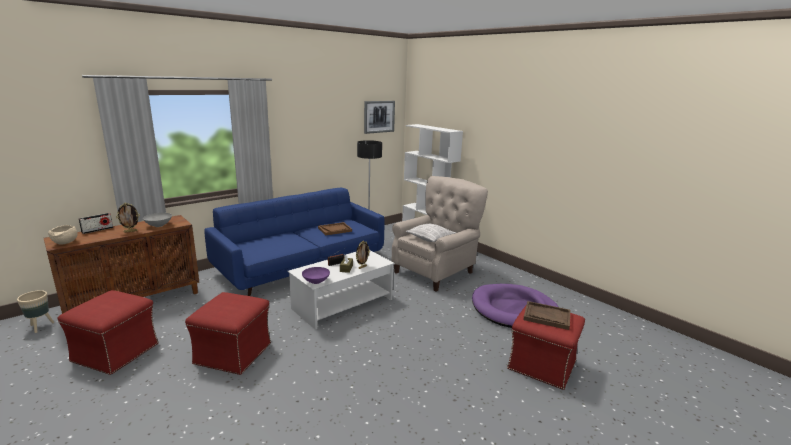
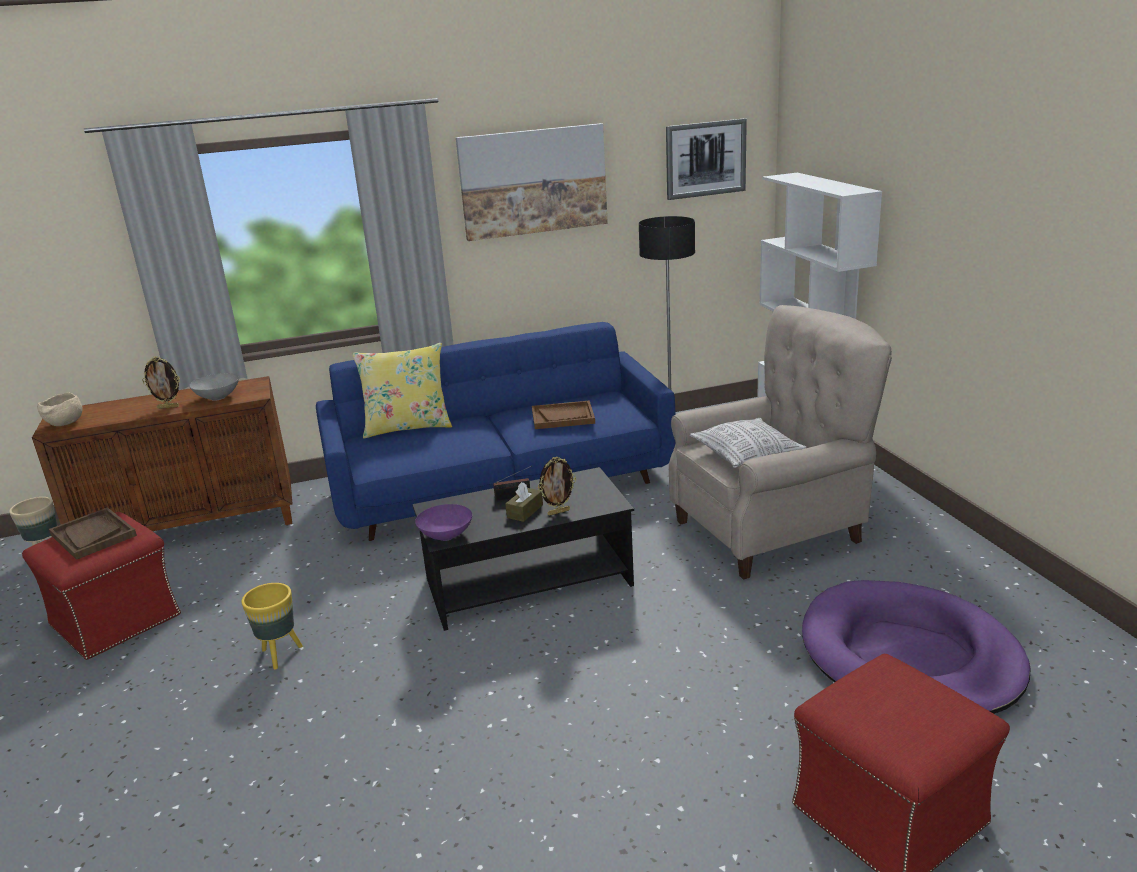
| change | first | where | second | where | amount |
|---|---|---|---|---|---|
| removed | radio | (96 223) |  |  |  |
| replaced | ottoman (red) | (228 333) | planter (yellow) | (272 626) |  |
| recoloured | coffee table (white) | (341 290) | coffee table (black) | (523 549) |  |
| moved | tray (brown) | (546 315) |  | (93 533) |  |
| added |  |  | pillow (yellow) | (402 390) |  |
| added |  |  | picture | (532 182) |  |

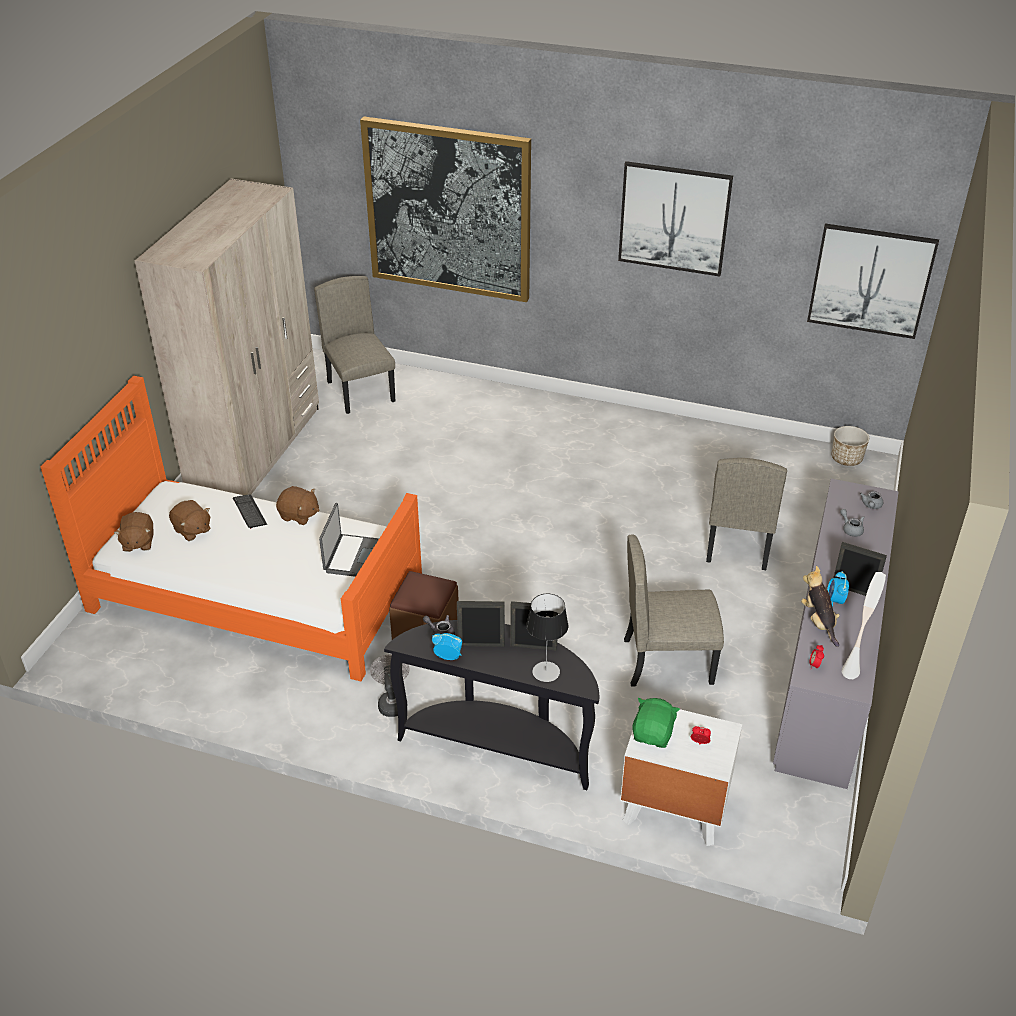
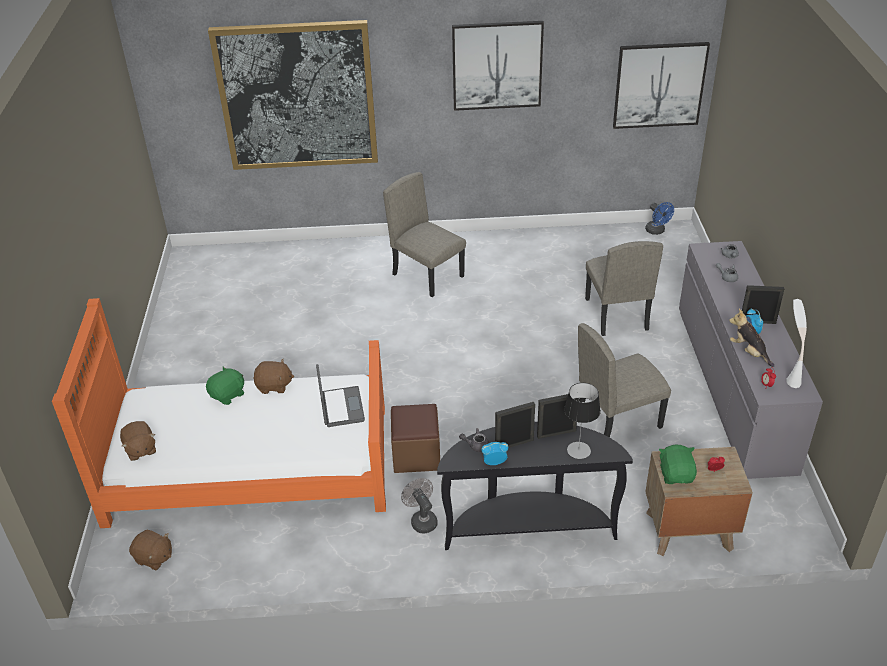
| change | first | where | second | where | amount |
|---|---|---|---|---|---|
| removed | wardrobe (beige) | (226 337) |  |  |  |
| moved | plush toy (brown) | (190 520) |  | (150 550) |  |
| replaced | keyboard | (250 511) | plush toy (green) | (225 385) |  |
| moved | chair (beige) | (354 345) |  | (424 234) |  |
| recoloured | nightstand (white) | (681 777) | nightstand (brown) | (699 501) |  |
| replaced | planter | (850 446) | fan (blue) | (659 218) |  |

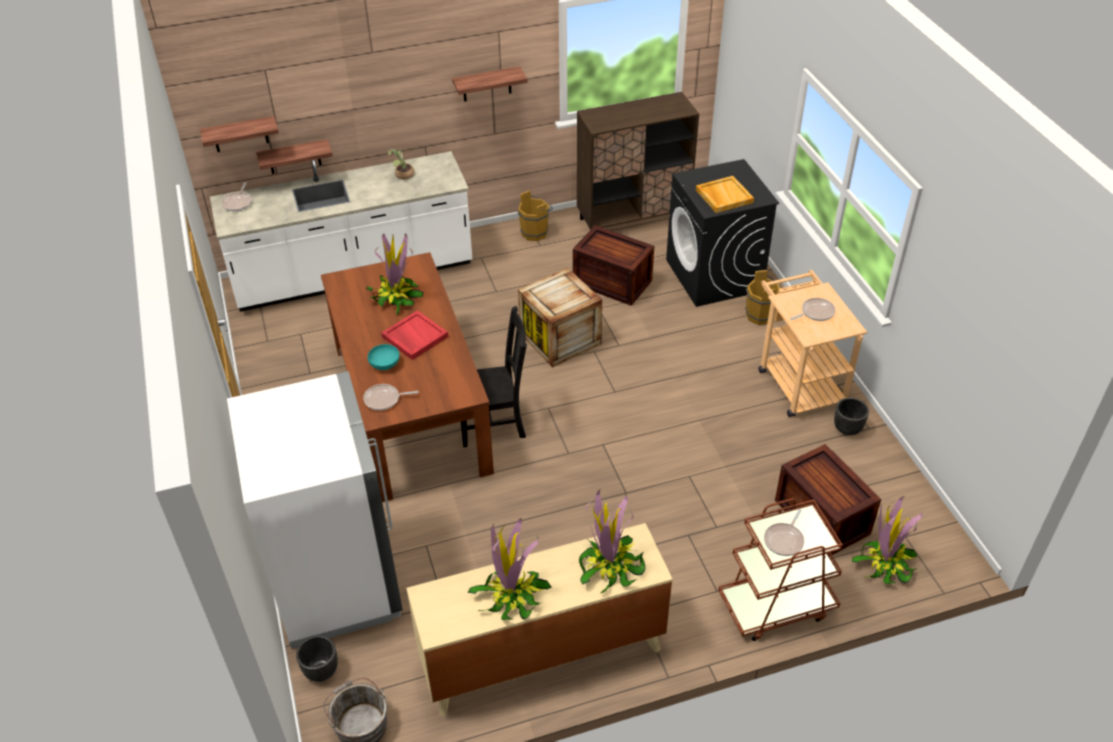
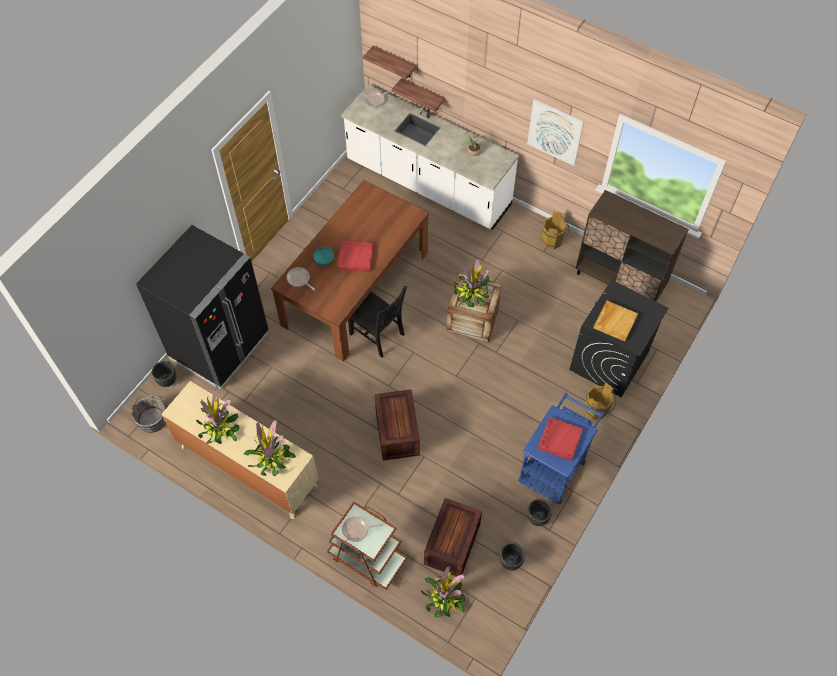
| change | first | where | second | where | amount |
|---|---|---|---|---|---|
| recoloured | fridge (white) | (315 510) | fridge (black) | (202 307) |  |
| moved | potted plant | (395 274) |  | (471 283) |  |
| replaced | shelf | (490 84) | picture | (555 132) |  |
| moved | crate | (613 265) |  | (397 425) |  |
| recoloured | cart (beige) | (812 343) | cart (blue) | (561 448) |  |
| replaced | frying pan | (813 309) | tray (red) | (560 439) |  |
| added |  |  | planter (black) | (512 556) |  |

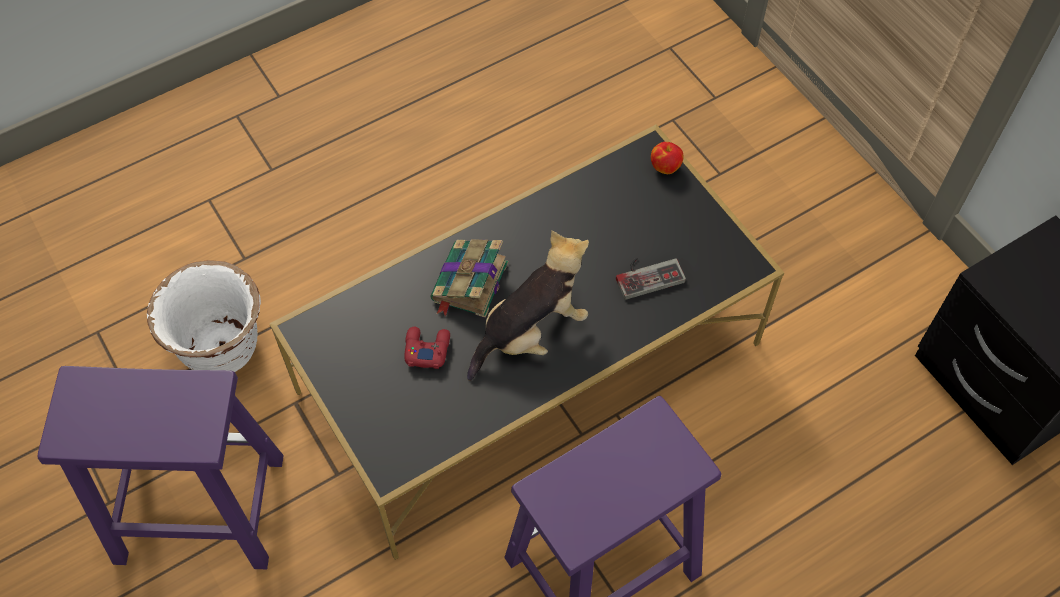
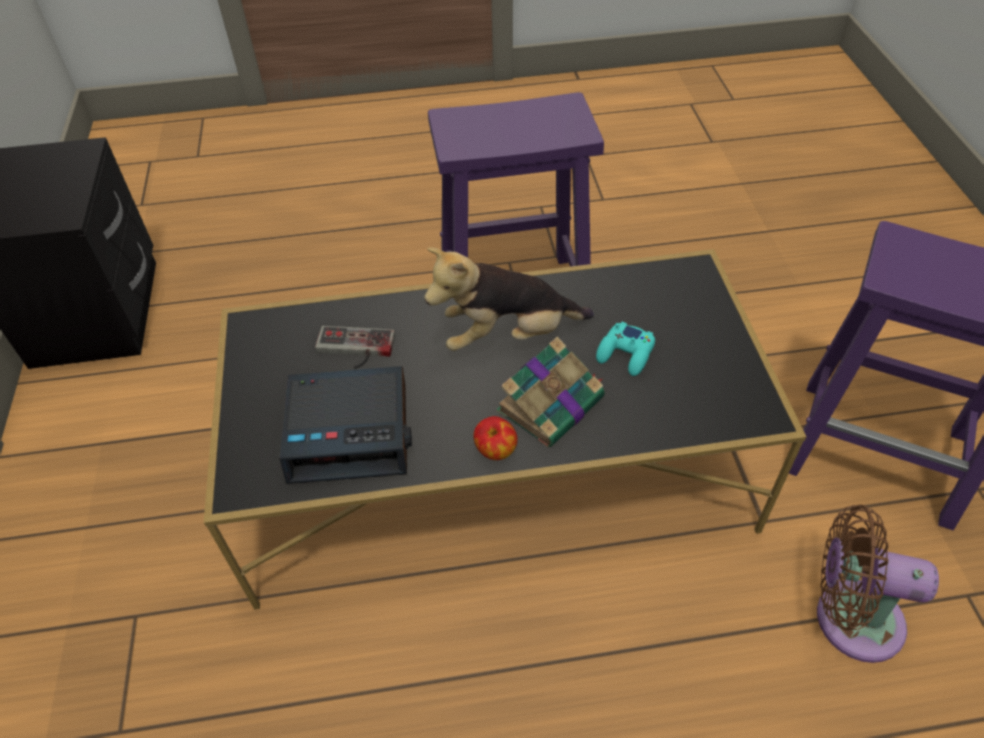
| change | first | where | second | where | amount |
|---|---|---|---|---|---|
| replaced | planter (white) | (204 316) | fan (brown) | (878 584) |  |
| recoloured | game controller (red) | (427 348) | game controller (turquoise) | (625 349) |  |
| moved | apple | (667 158) |  | (495 438) |  |
| added |  |  | alarm clock | (345 425) |  |

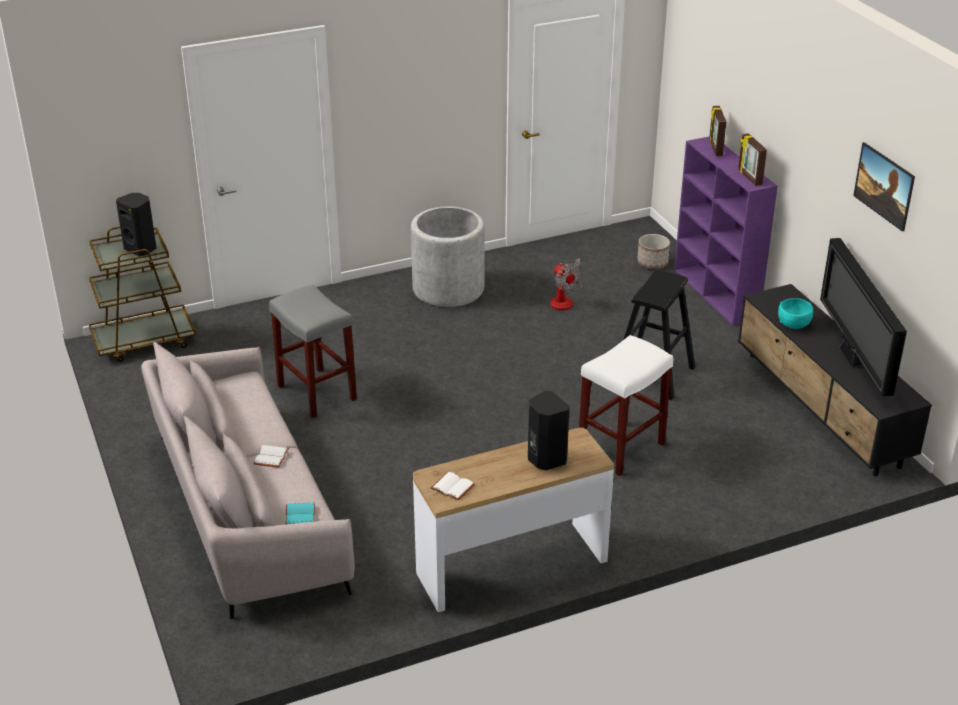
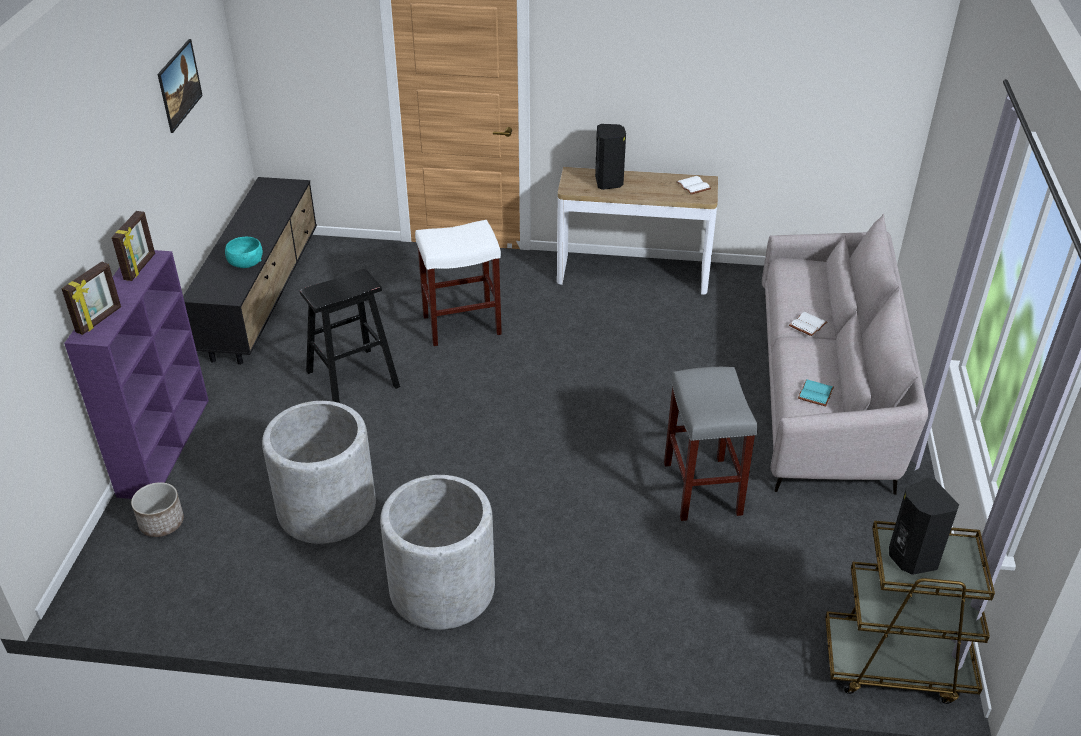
| change | first | where | second | where | amount |
|---|---|---|---|---|---|
| moved | book (turquoise) | (300 514) |  | (816 392) |  |
| replaced | fan | (566 284) | planter (grey) | (319 472) |  |
| removed | television | (863 317) |  |  |  |

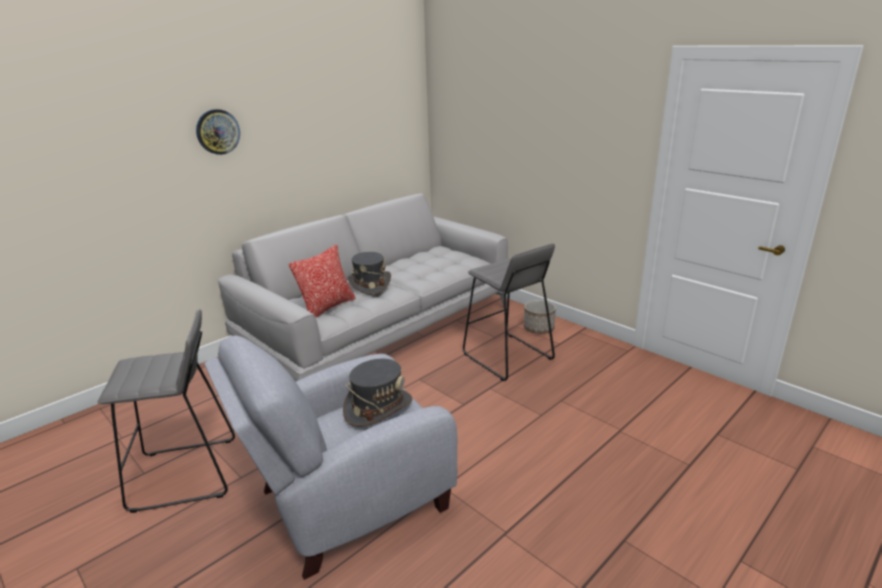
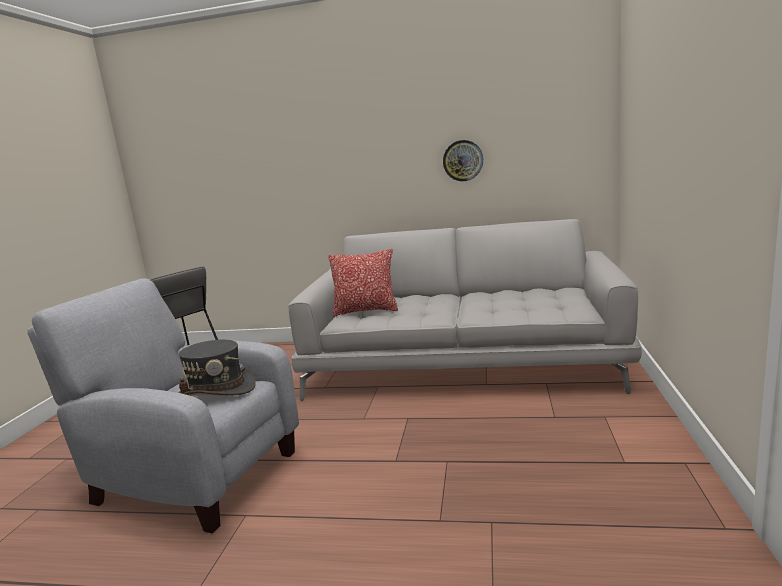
| change | first | where | second | where | amount |
|---|---|---|---|---|---|
| moved | wall clock | (218 132) |  | (463 160) |  |
| removed | hat (grey) | (369 273) |  |  |  |
| removed | stool (grey) | (509 312) |  |  |  |
| removed | planter | (540 317) |  |  |  |

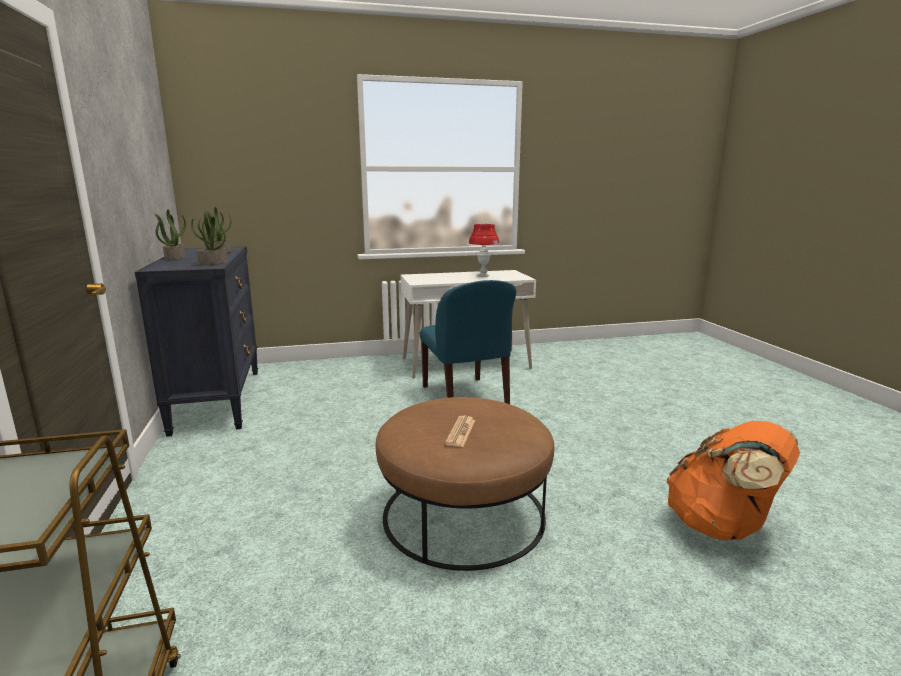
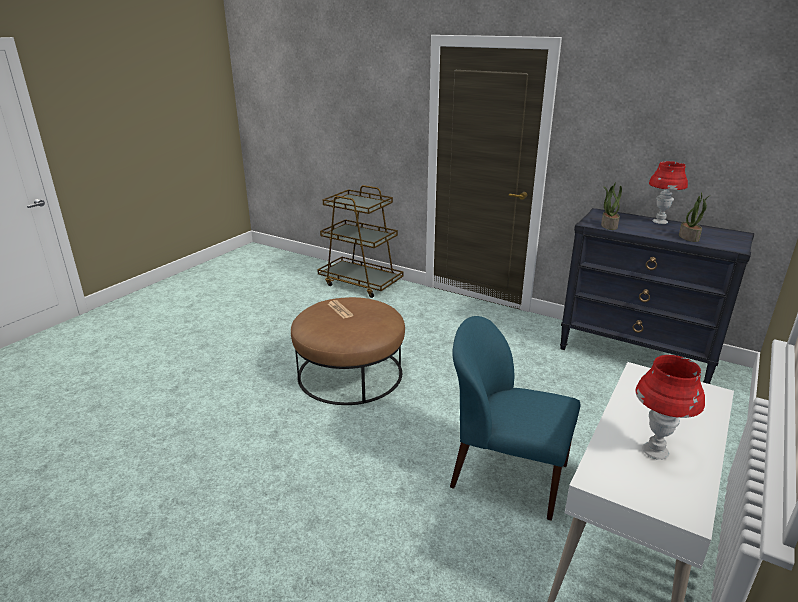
| change | first | where | second | where | amount |
|---|---|---|---|---|---|
| replaced | potted plant | (170 234) | table lamp (red) | (668 192) |  |
| removed | backpack (orange) | (733 481) |  |  |  |

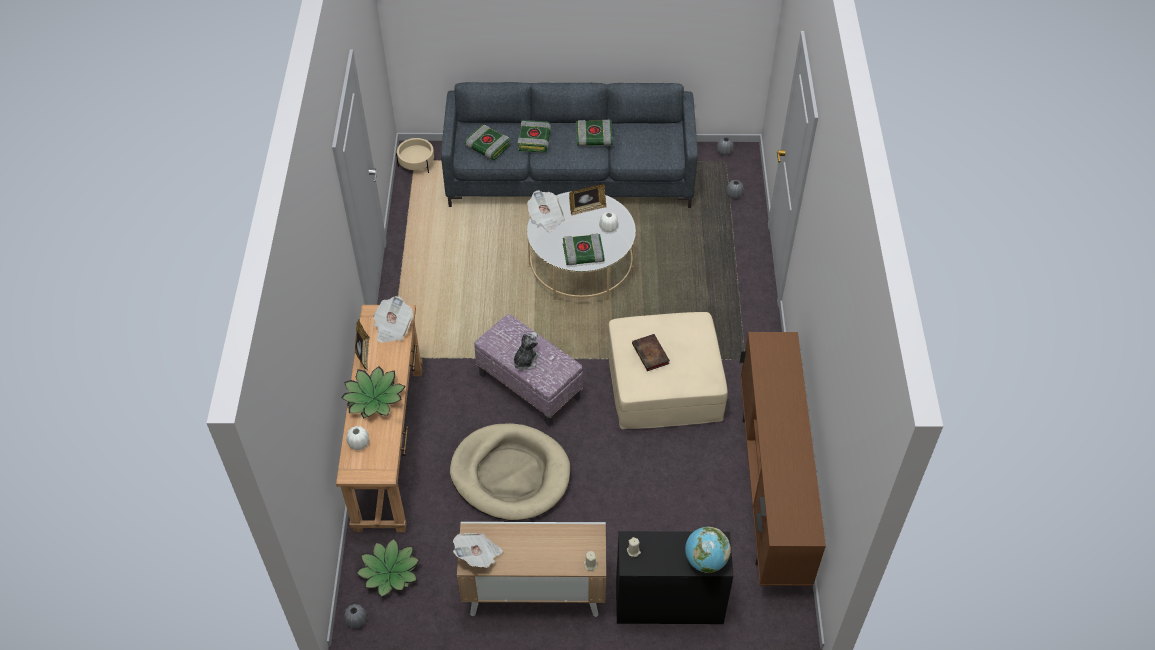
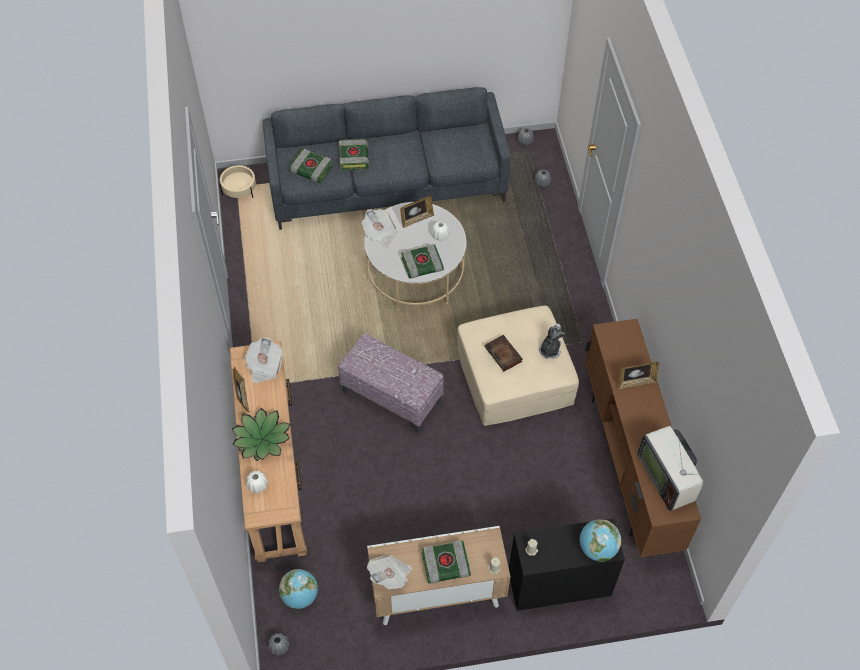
| change | first | where | second | where | amount |
|---|---|---|---|---|---|
| replaced | potted plant | (388 567) | globe | (298 589) |  |
| removed | dog bed (beige) | (510 471) |  |  |  |
| moved | plush toy | (526 351) |  | (552 341) |  |
| moved | book | (594 133) |  | (446 562) |  |
| added |  |  | picture frame | (638 375) |  |
| added |  |  | television | (670 468) |  |

